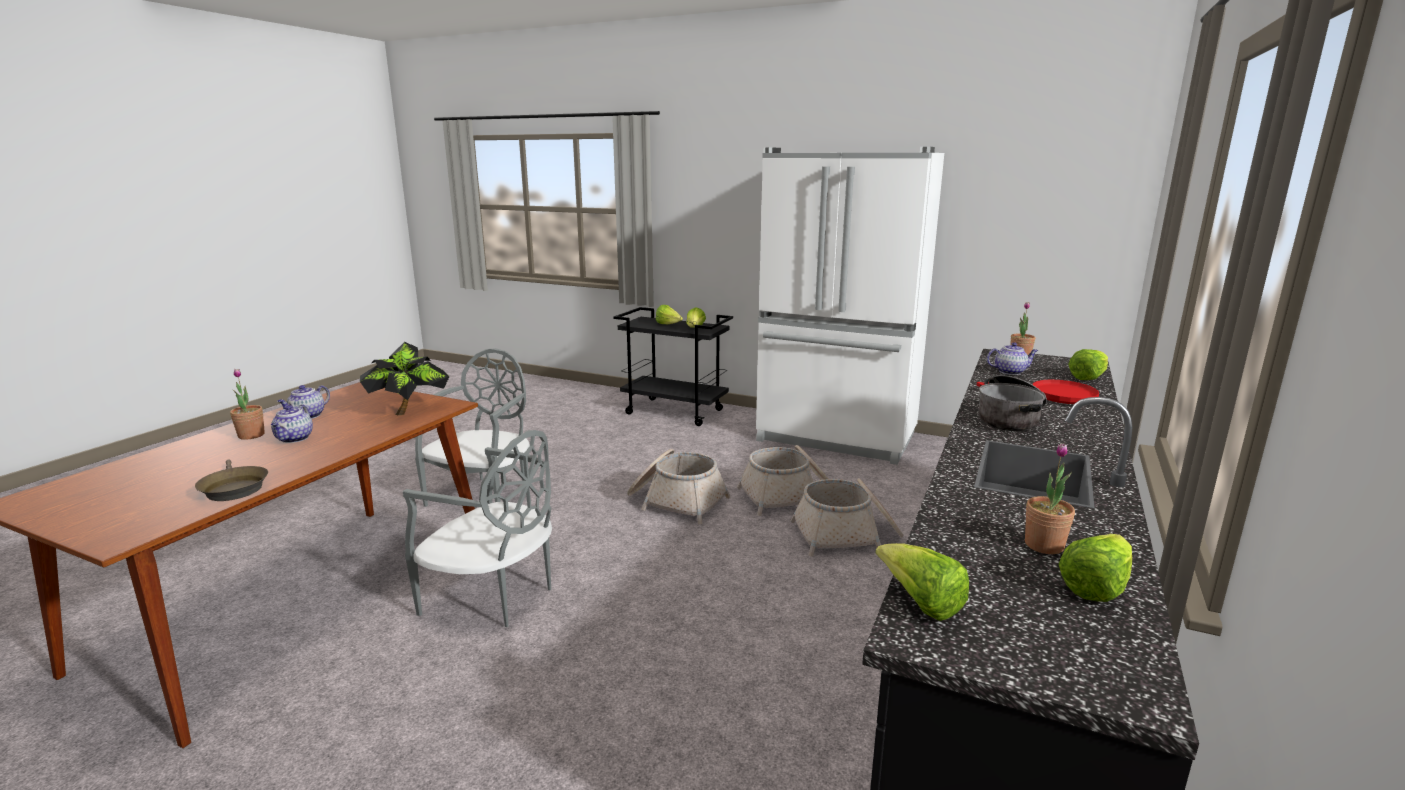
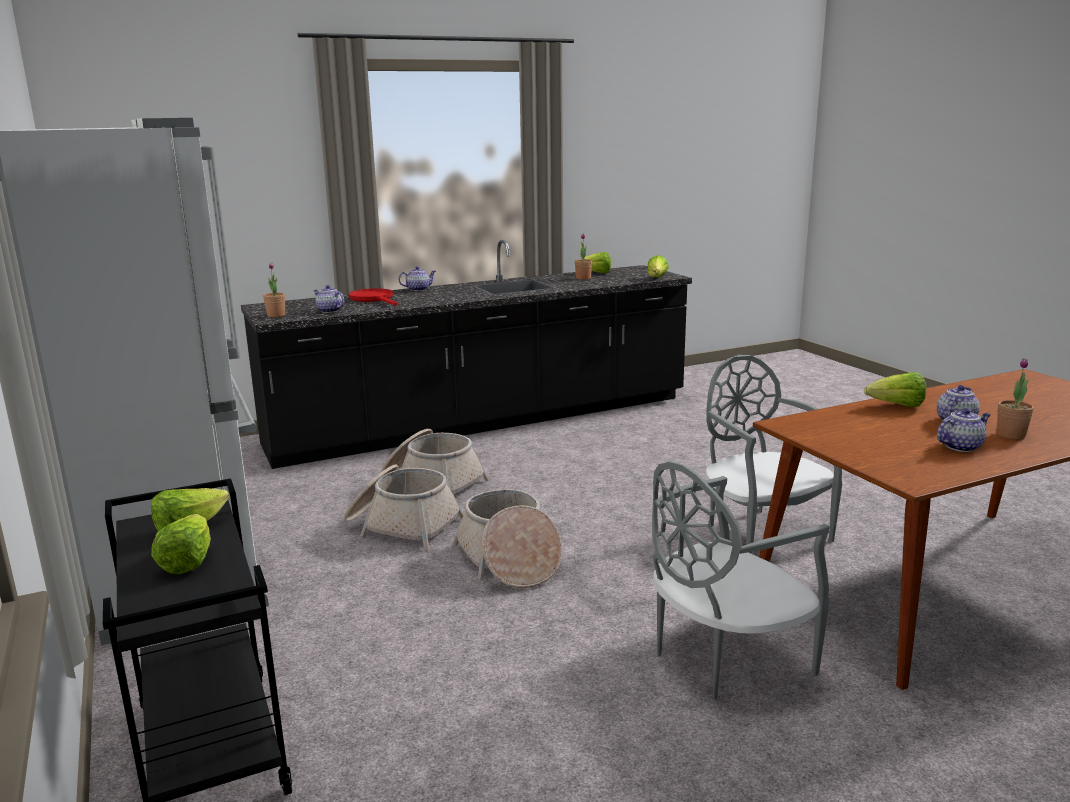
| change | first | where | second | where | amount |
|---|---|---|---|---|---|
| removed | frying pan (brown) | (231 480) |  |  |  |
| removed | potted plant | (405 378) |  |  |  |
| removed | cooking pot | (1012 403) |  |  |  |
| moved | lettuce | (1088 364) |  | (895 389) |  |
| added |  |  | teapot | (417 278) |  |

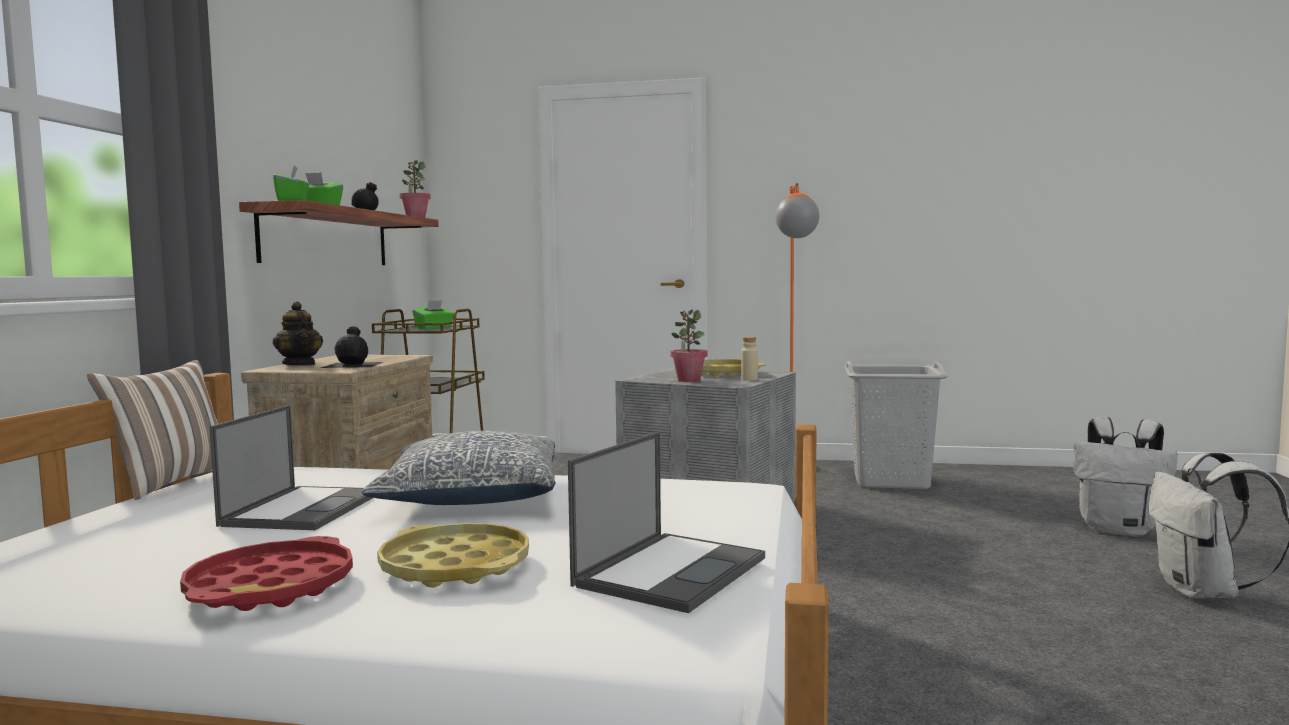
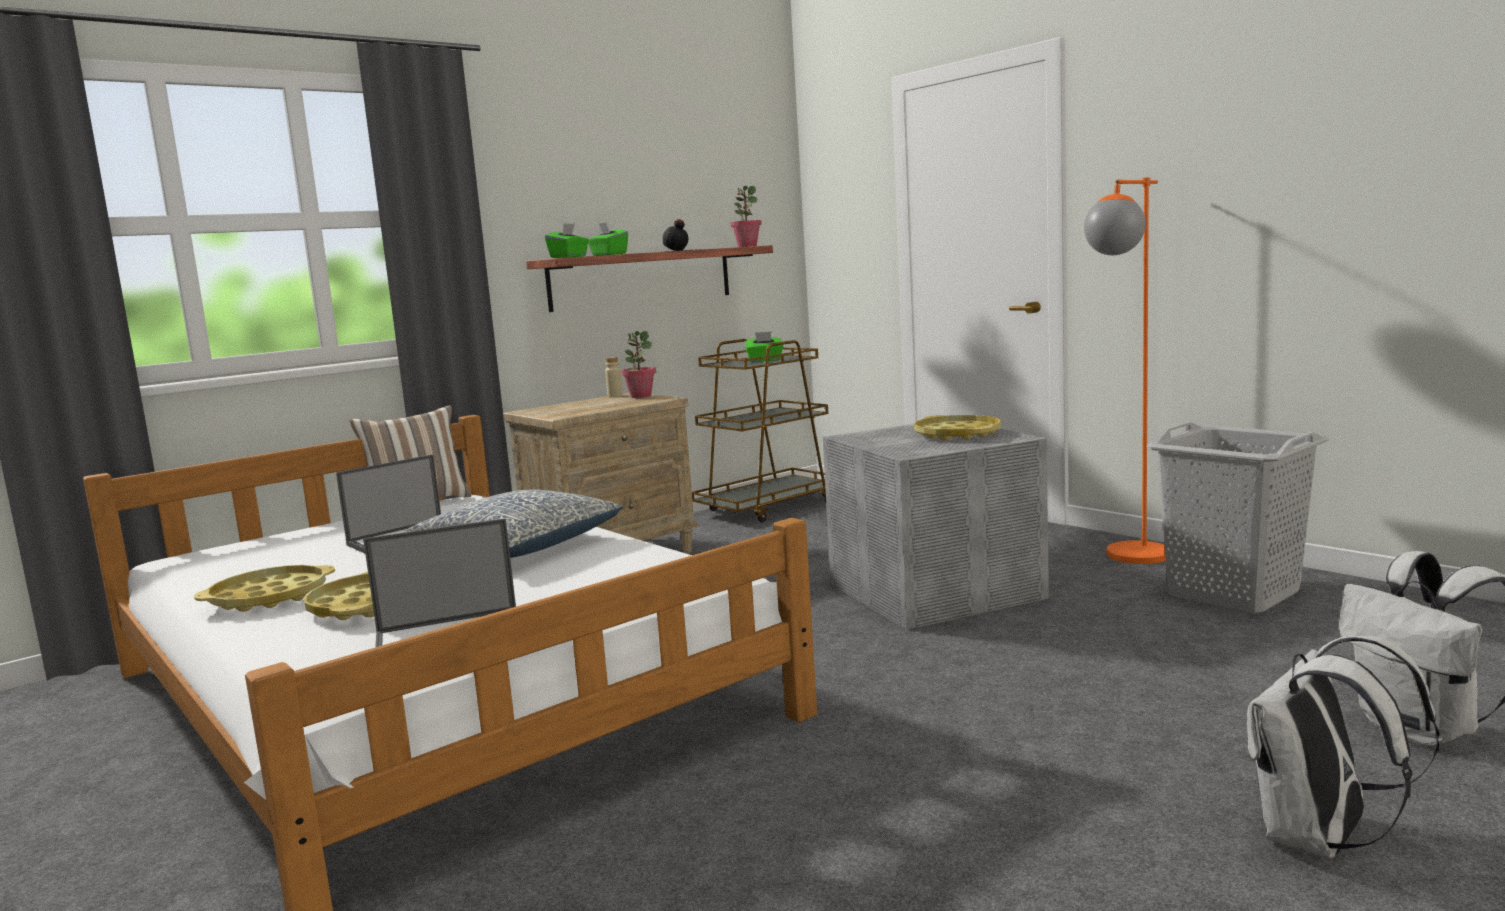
| change | first | where | second | where | amount |
|---|---|---|---|---|---|
| recoloured | tray (red) | (266 573) | tray (yellow) | (264 588) |  |
| removed | teapot | (298 333) |  |  |  |
| removed | bottle (black) | (352 347) |  |  |  |
| moved | potted plant | (688 346) |  | (638 364) |  |
| moved | bottle (beige) | (749 359) |  | (614 377) |  |

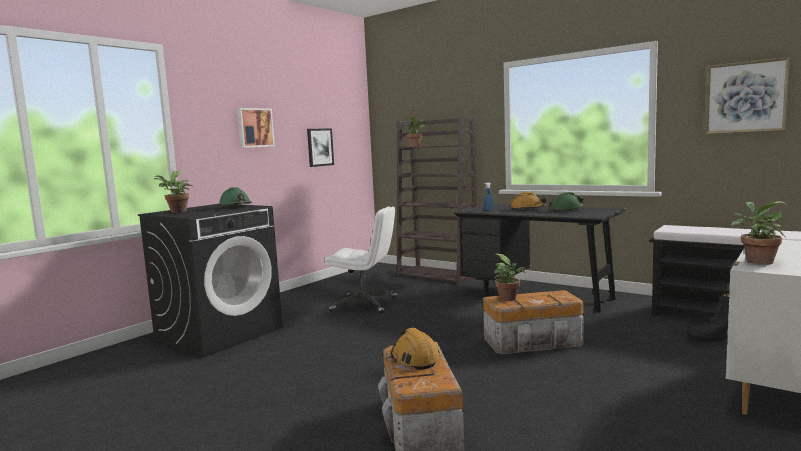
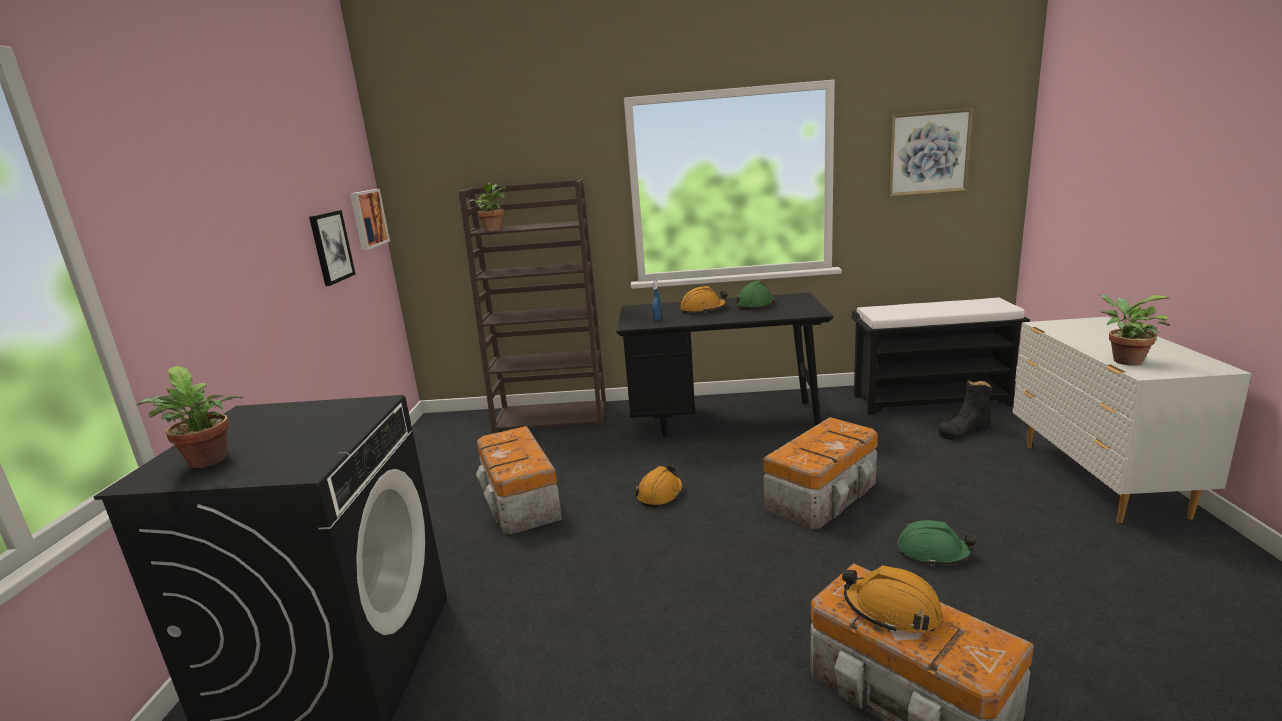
| change | first | where | second | where | amount |
|---|---|---|---|---|---|
| moved | hard hat (green) | (235 197) |  | (936 543) |  |
| moved | picture | (256 128) |  | (370 219) |  |
| replaced | office chair (white) | (360 260) | storage box | (519 480) |  |
| removed | potted plant | (509 277) |  |  |  |
| added |  |  | hard hat (orange) | (659 486) |  |

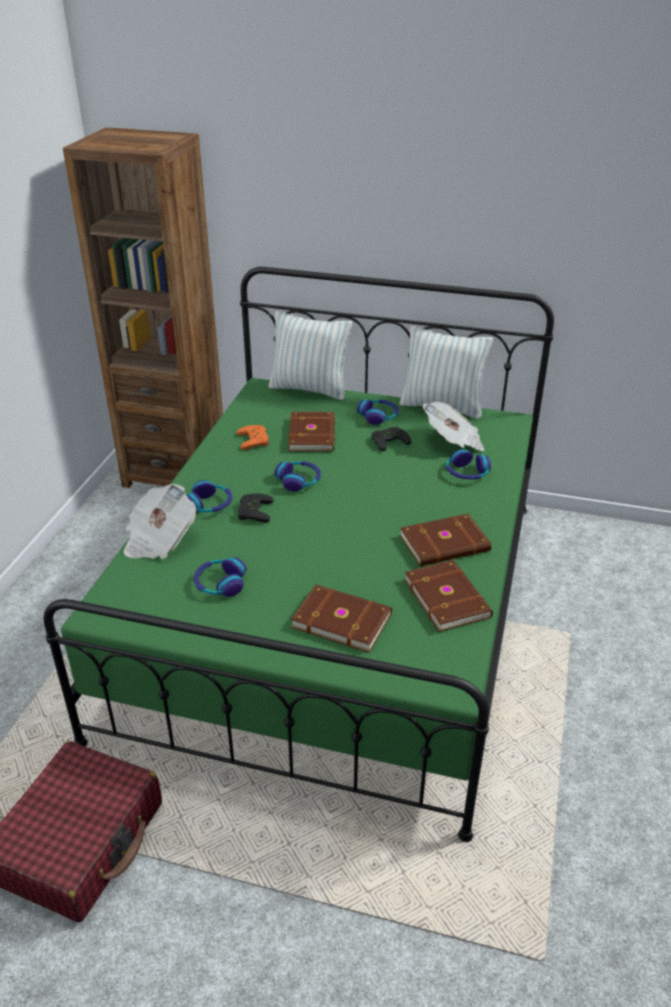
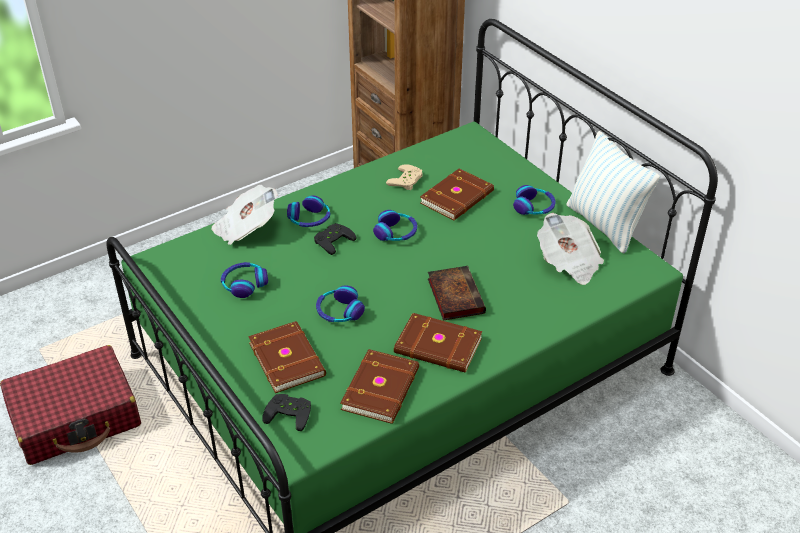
| change | first | where | second | where | amount |
|---|---|---|---|---|---|
| recoloured | game controller (orange) | (252 437) | game controller (beige) | (404 177) |  |
| removed | pillow | (310 355) |  |  |  |
| moved | game controller (black) | (391 439) |  | (287 412) |  |
| moved | headphones | (468 464) |  | (340 303) |  |
| added |  |  | book | (457 293) |  |

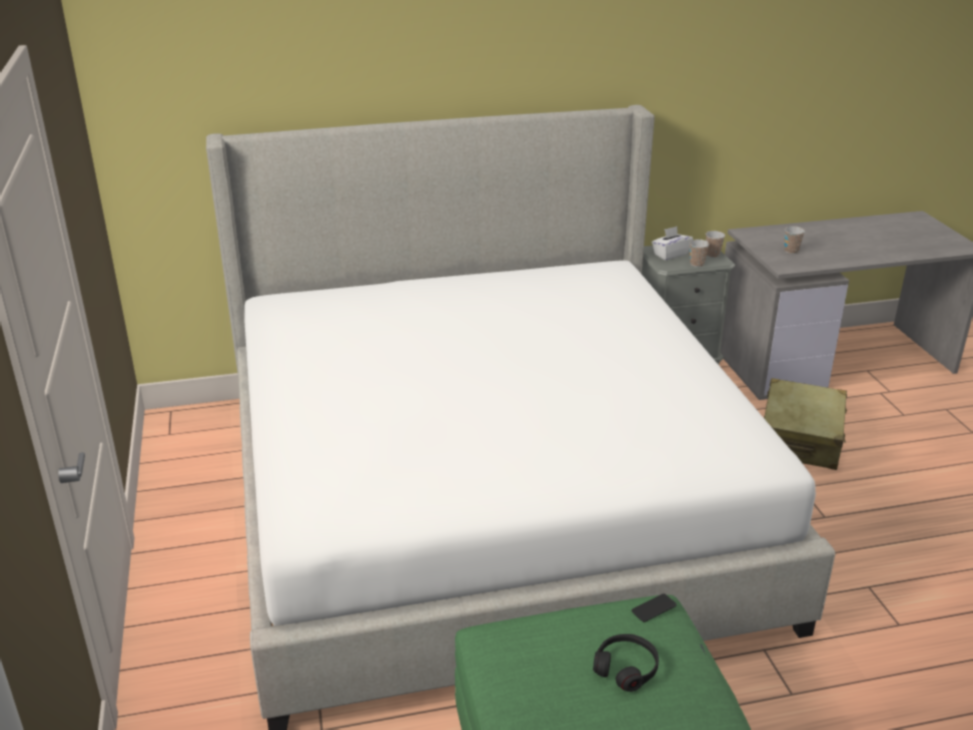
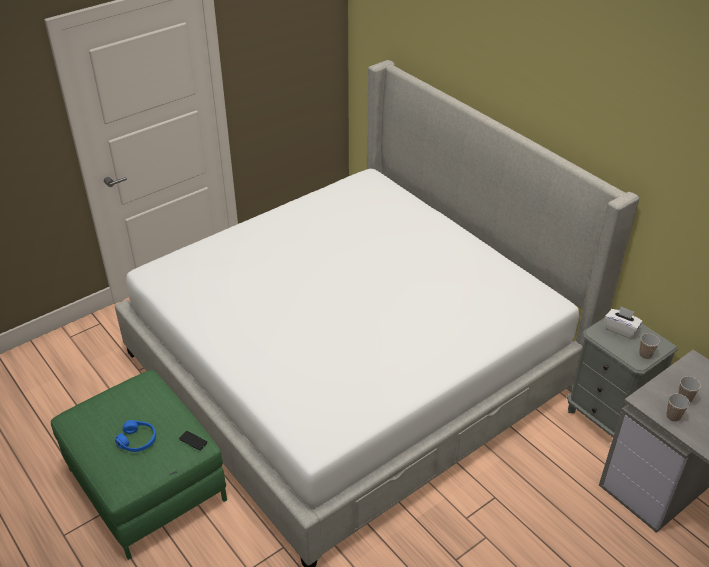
| change | first | where | second | where | amount |
|---|---|---|---|---|---|
| recoloured | headphones (black) | (626 663) | headphones (blue) | (135 436) |  |
| moved | cup | (699 253) |  | (678 407) |  |
| removed | suitcase (beige) | (805 424) |  |  |  |

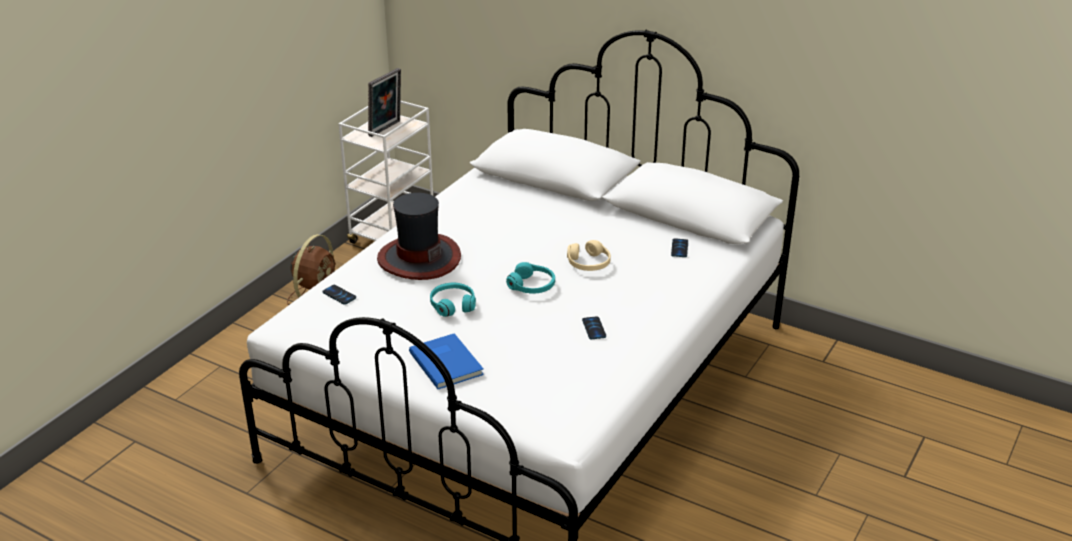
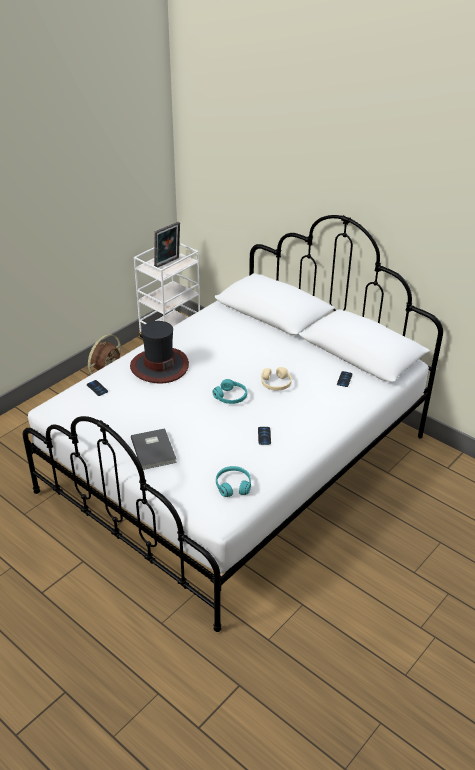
| change | first | where | second | where | amount |
|---|---|---|---|---|---|
| recoloured | book (blue) | (446 361) | book (grey) | (154 449) |  |
| moved | headphones (turquoise) | (453 300) |  | (233 481) |  |

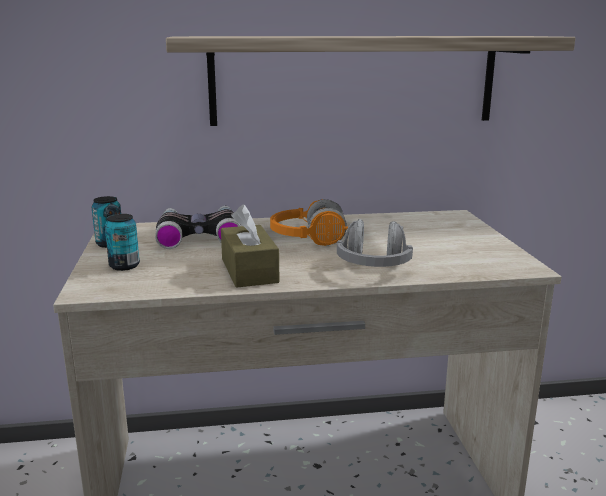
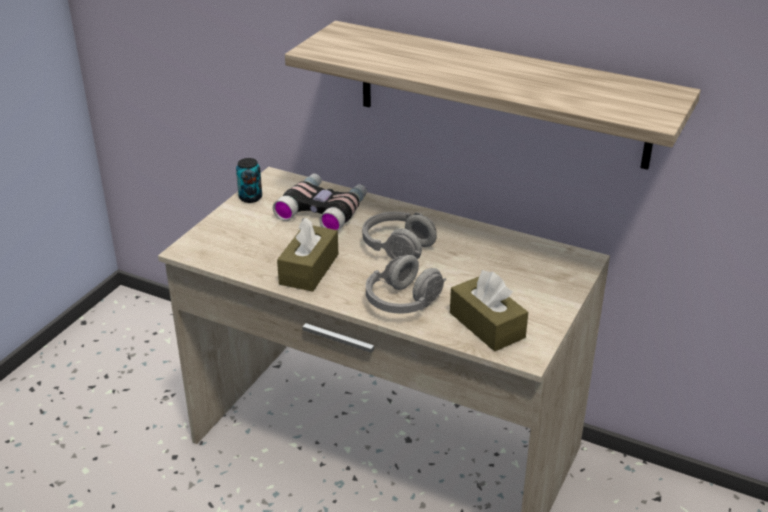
| change | first | where | second | where | amount |
|---|---|---|---|---|---|
| removed | can | (122 242) |  |  |  |
| recoloured | headphones (orange) | (309 222) | headphones (grey) | (399 235) |  |
| added |  |  | tissue box (brown) | (489 310) |  |

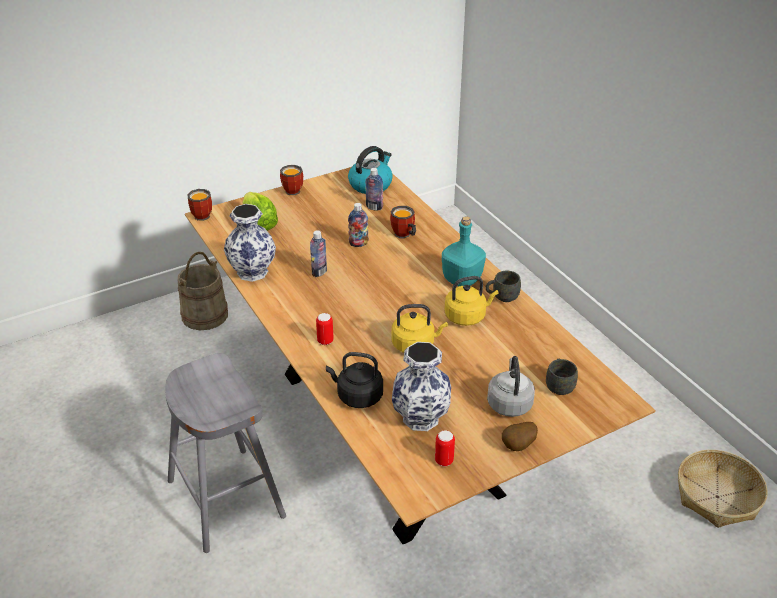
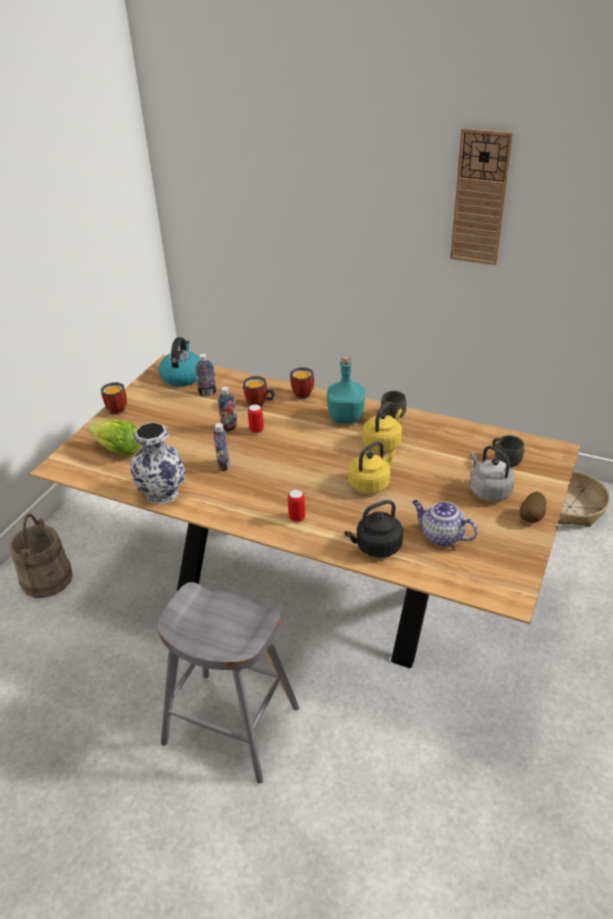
| change | first | where | second | where | amount |
|---|---|---|---|---|---|
| moved | mug | (199 205) |  | (302 383) |  |
| replaced | vase | (421 386) | teapot | (445 523) |  |
| moved | can | (445 448) |  | (256 419) |  |
| added |  |  | wall clock | (482 196) |  |

